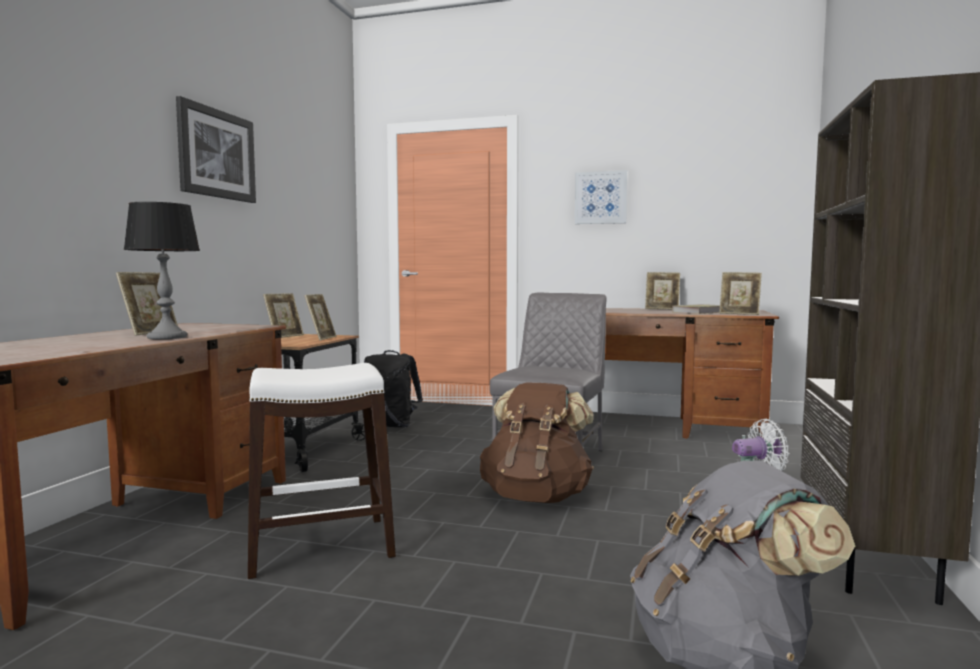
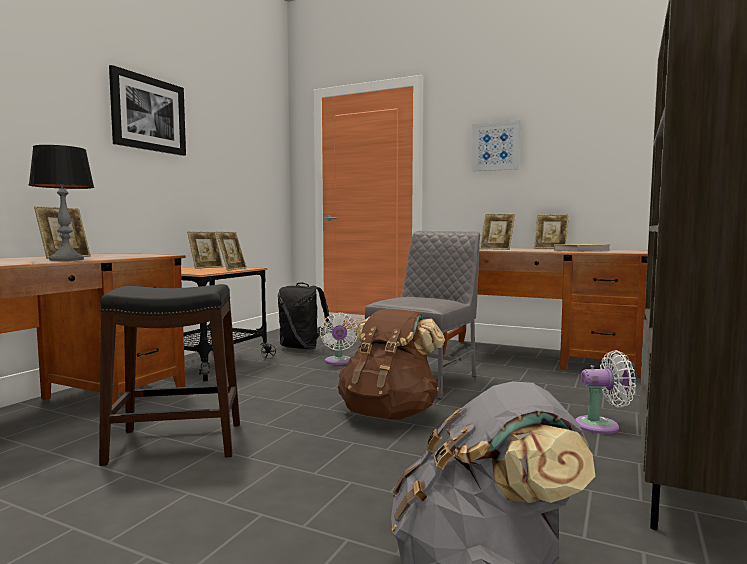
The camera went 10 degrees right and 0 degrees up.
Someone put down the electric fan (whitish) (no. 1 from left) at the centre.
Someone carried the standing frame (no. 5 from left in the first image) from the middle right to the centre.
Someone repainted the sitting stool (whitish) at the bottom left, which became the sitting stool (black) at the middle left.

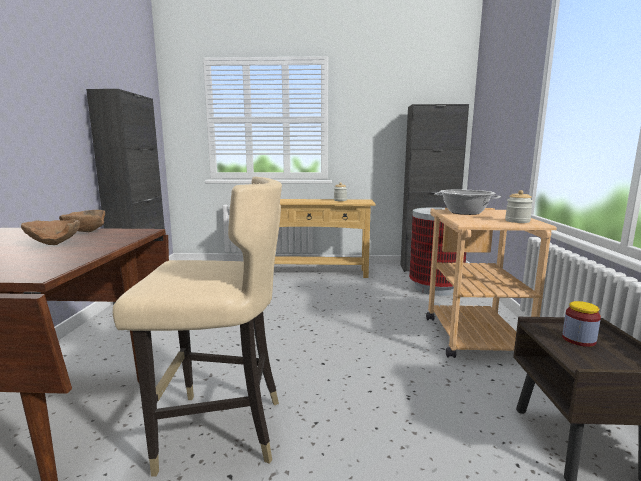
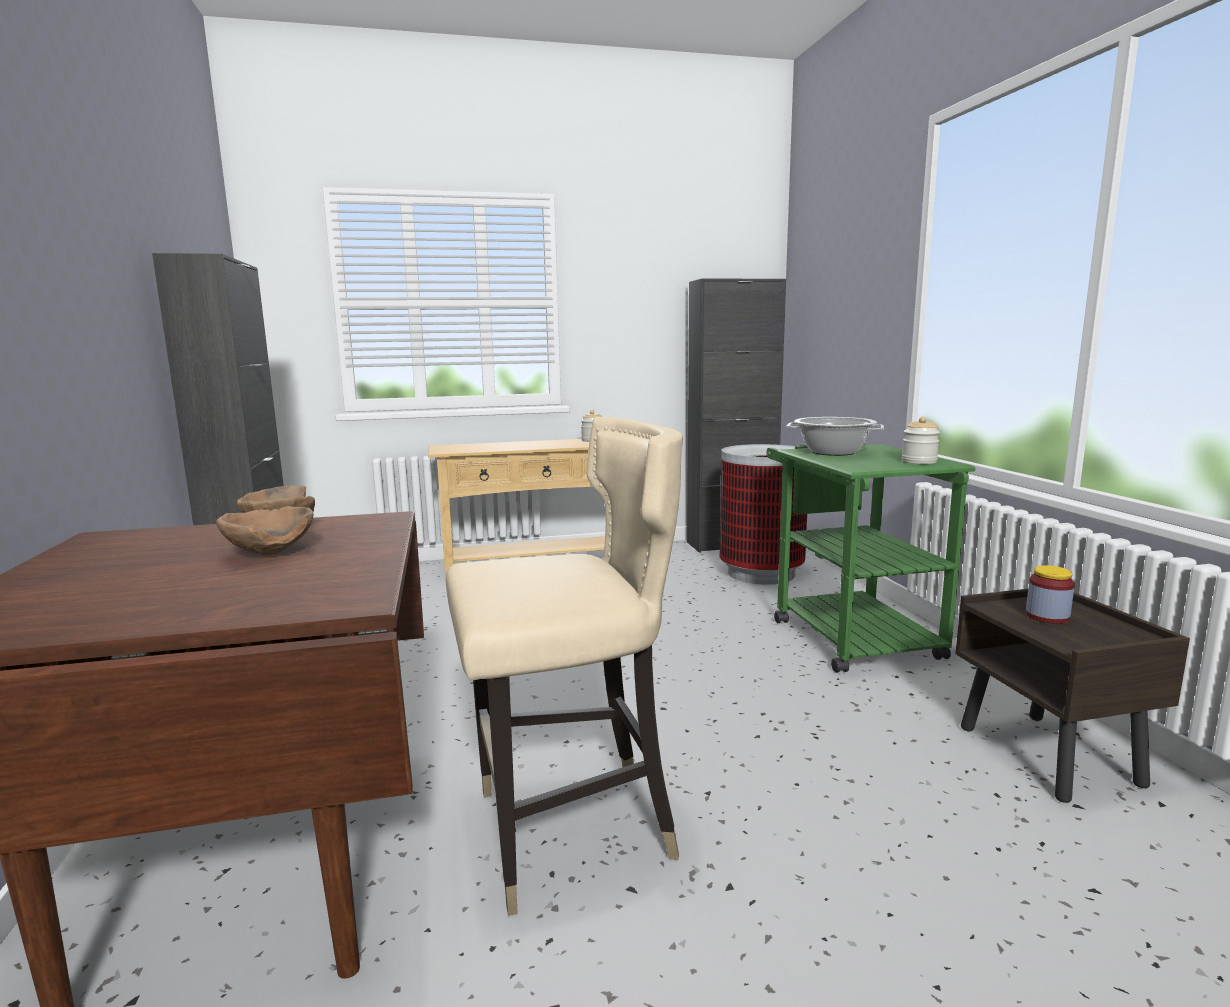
The camera went 15 degrees left and 0 degrees up.
Someone repainted the cart (sand-coloured) at the middle right, which became the cart (green-coloured) at the middle right.

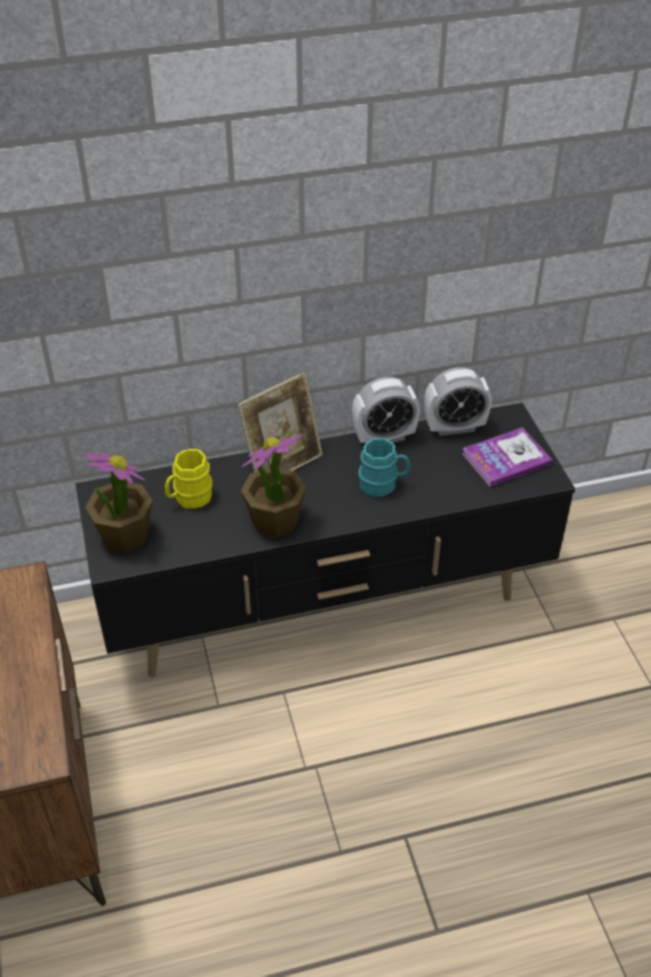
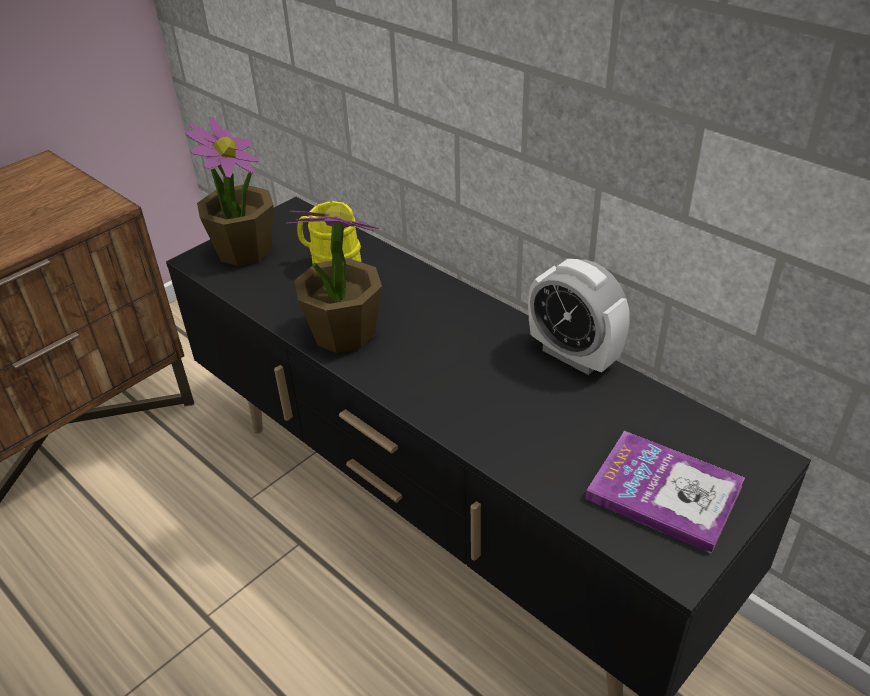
The camera went 60 degrees right and 5 degrees down.
Someone took away the standing frame at the centre.
Someone took away the coffee mug (turquoise) at the centre.
Someone took away the alarm clock (no. 2 from left) at the middle right.

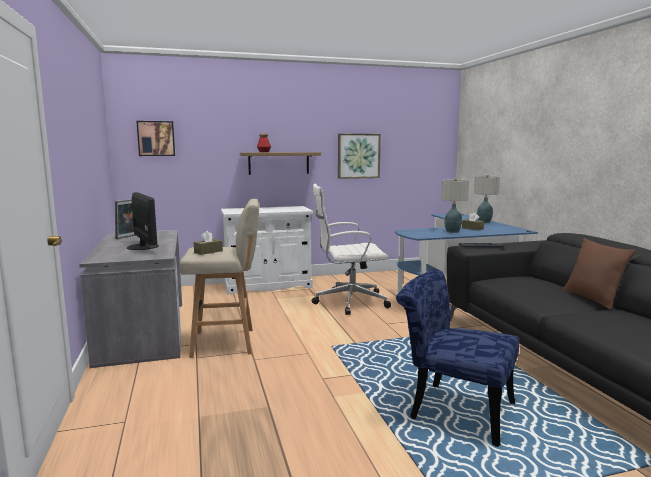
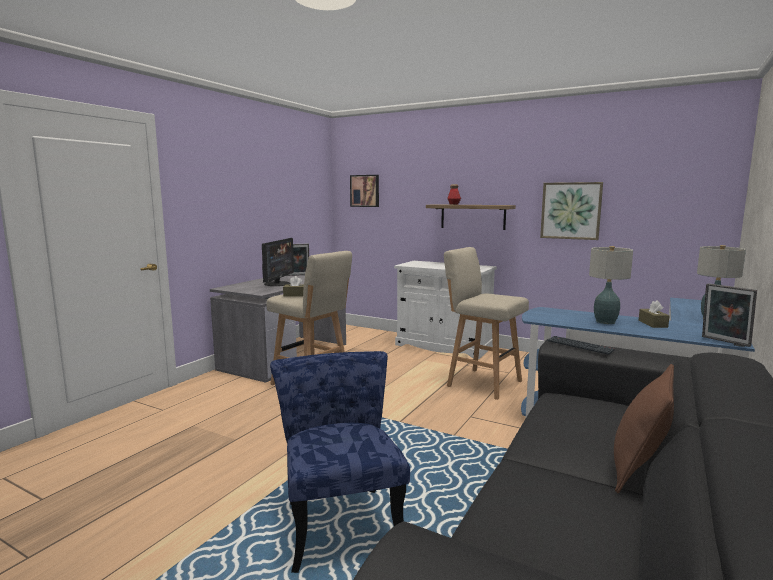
The camera went 45 degrees right and 0 degrees up.
Someone put down the standing frame (no. 2 from left) at the middle right.
Someone swapped the computer chair (whitish) at the centre for the sitting stool (sand-coloured) (no. 2 from left) at the centre.

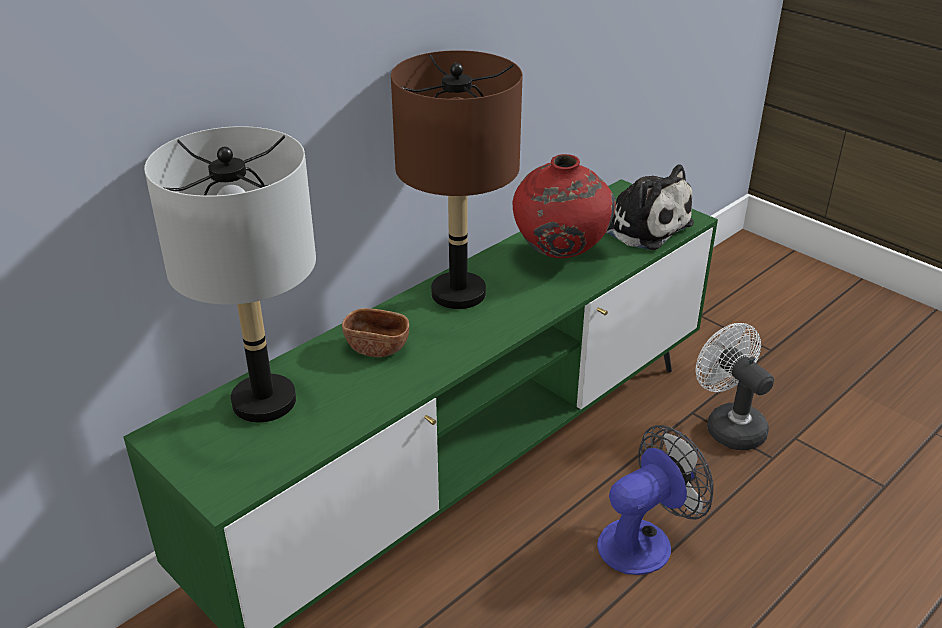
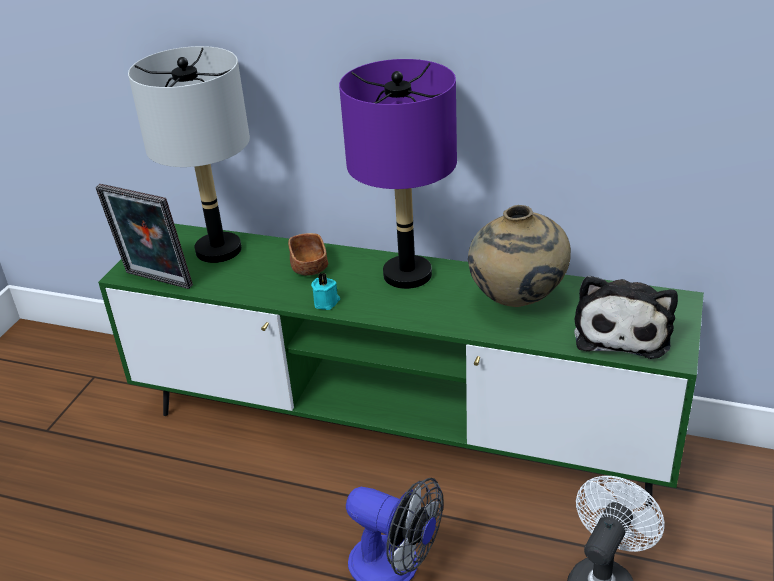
The camera went 65 degrees right and 0 degrees up.
Someone put down the standing frame at the middle left.
Someone put down the wax candle (turquoise) at the centre.
Someone repainted the lamp for a table (brownish) at the top centre, which became the lamp for a table (purplish) at the top centre.
Someone repainted the flower vase (red) at the top centre, which became the flower vase (sand-coloured) at the middle right.

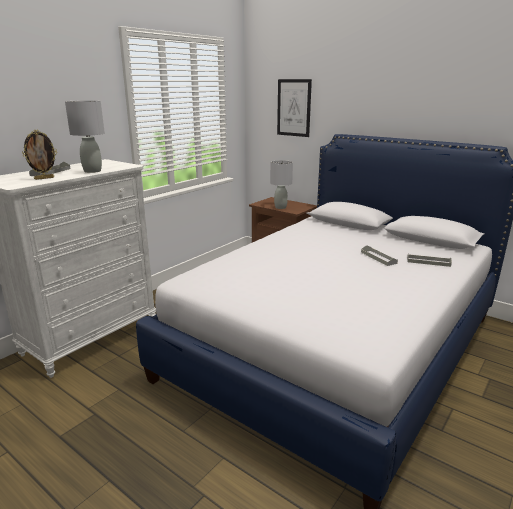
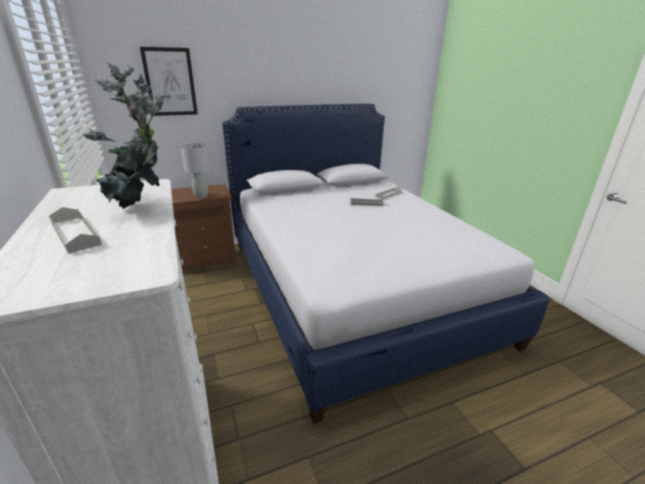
The camera went 60 degrees left and 5 degrees up.
Someone took away the standing frame at the top left.
Someone swapped the lamp for a table (gray) (no. 1 from left) at the top left for the houseplant at the top left.

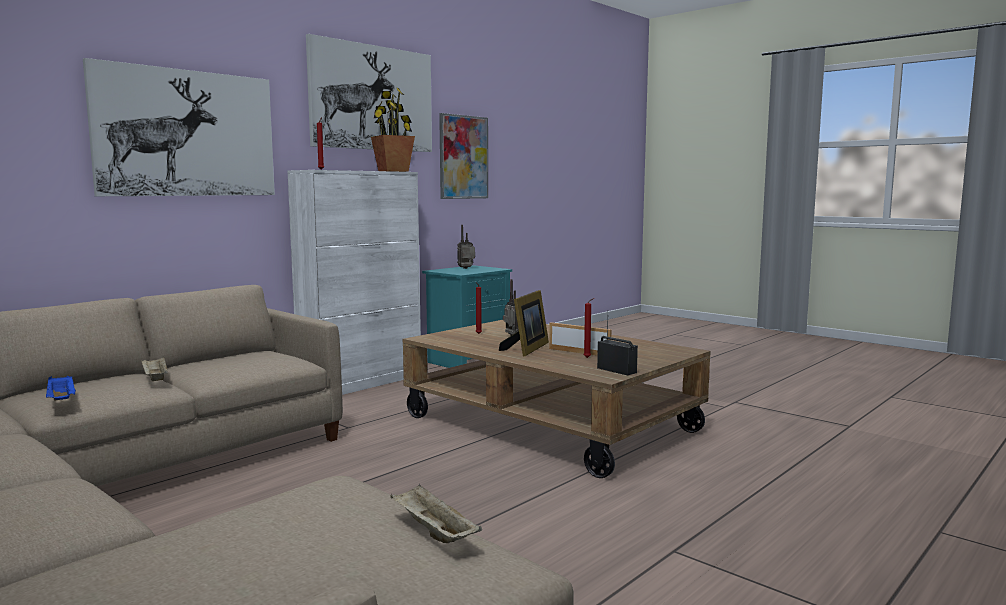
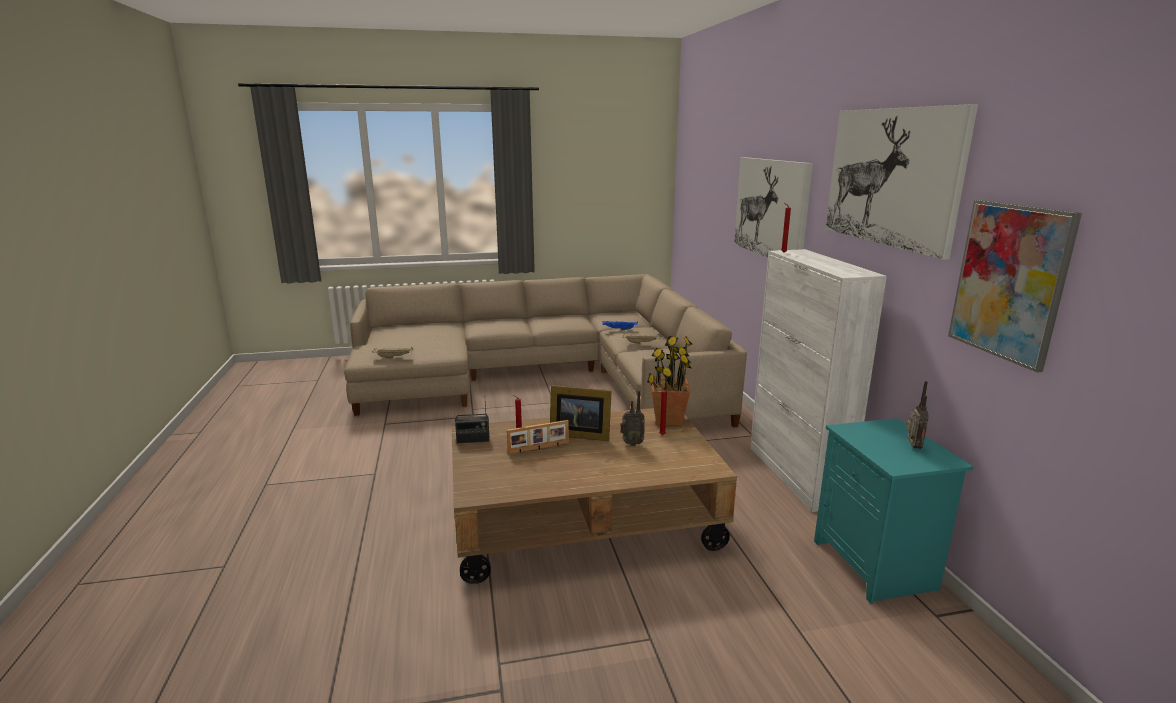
The camera went 125 degrees right and 10 degrees up.
Someone carried the houseplant from the top centre to the centre.
Someone rotated the standing frame (no. 1 from left in the first image) at the centre by 45 degrees counterclockwise.

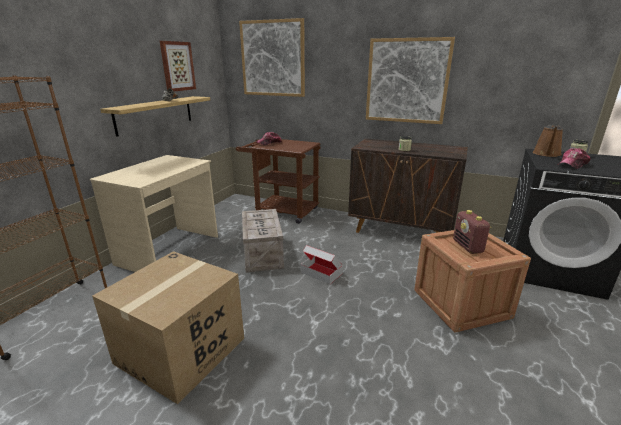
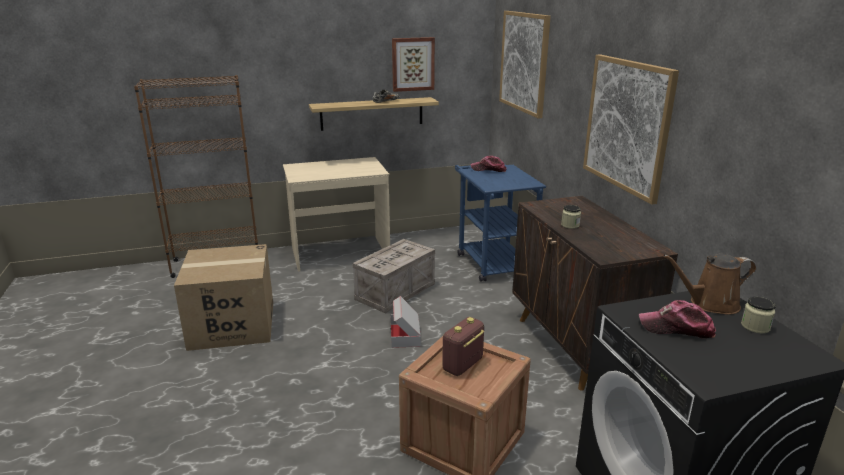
The camera went 50 degrees right and 0 degrees up.
Someone repainted the cart (brownish) at the centre, which became the cart (blue-coloured) at the centre.

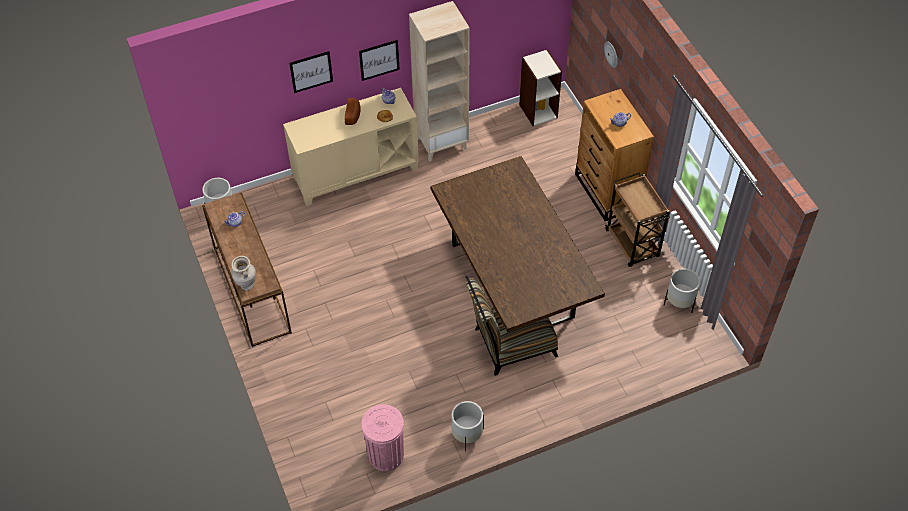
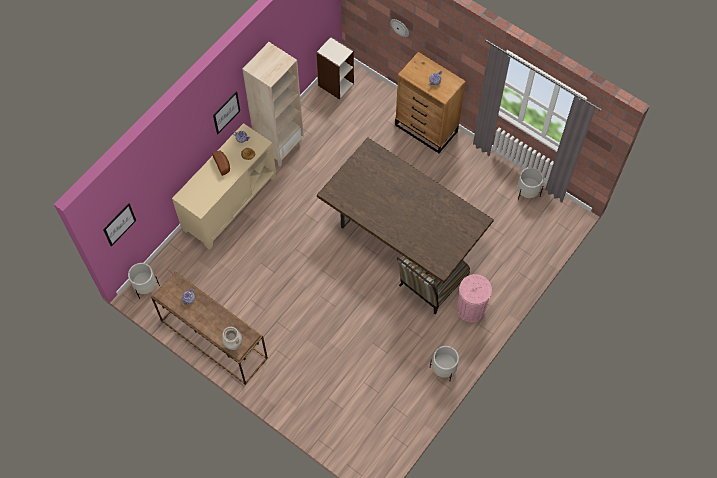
The camera went 30 degrees left and 10 degrees up.
Someone took away the cart (brownish) at the middle right.
Someone carried the wall picture (no. 1 from left) from the top centre to the middle left.
Someone carried the waste bin (pink-coloured) from the bottom centre to the centre.

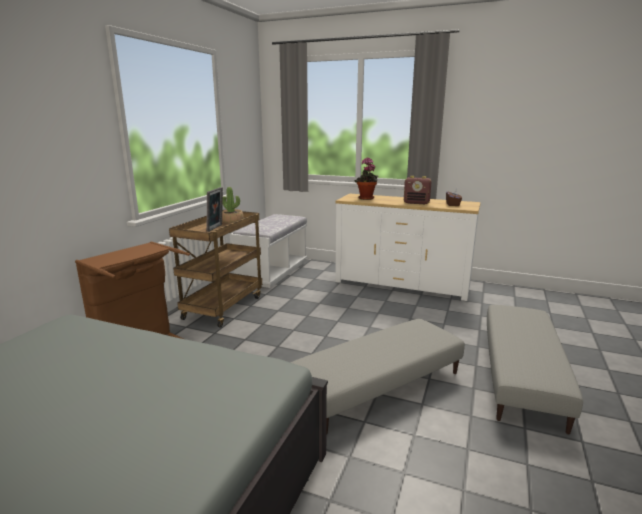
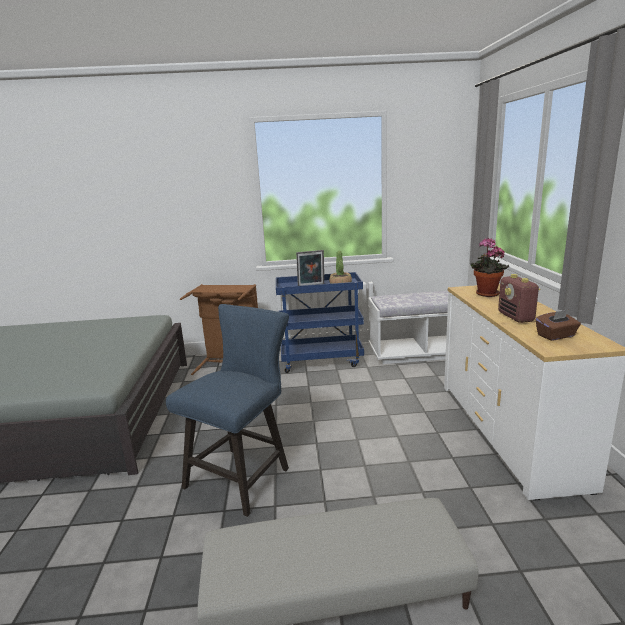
The camera went 65 degrees right and 0 degrees up.
Someone swapped the footrest (gray) (no. 1 from left) at the bottom centre for the plain chair (blue-coloured) at the centre.
Someone repainted the cart (brownish) at the centre, which became the cart (blue-coloured) at the centre.

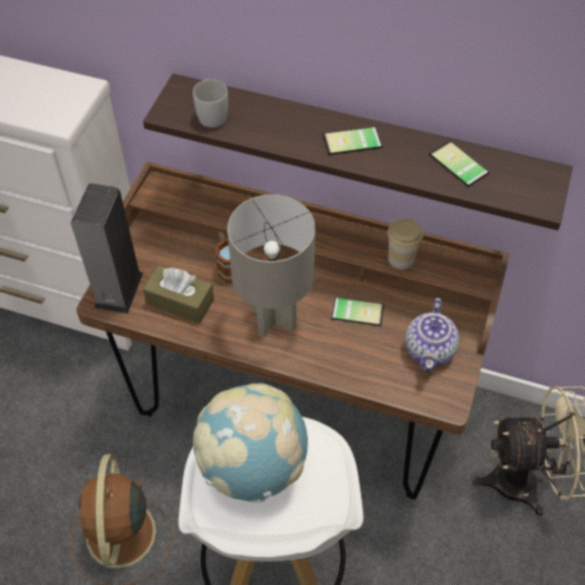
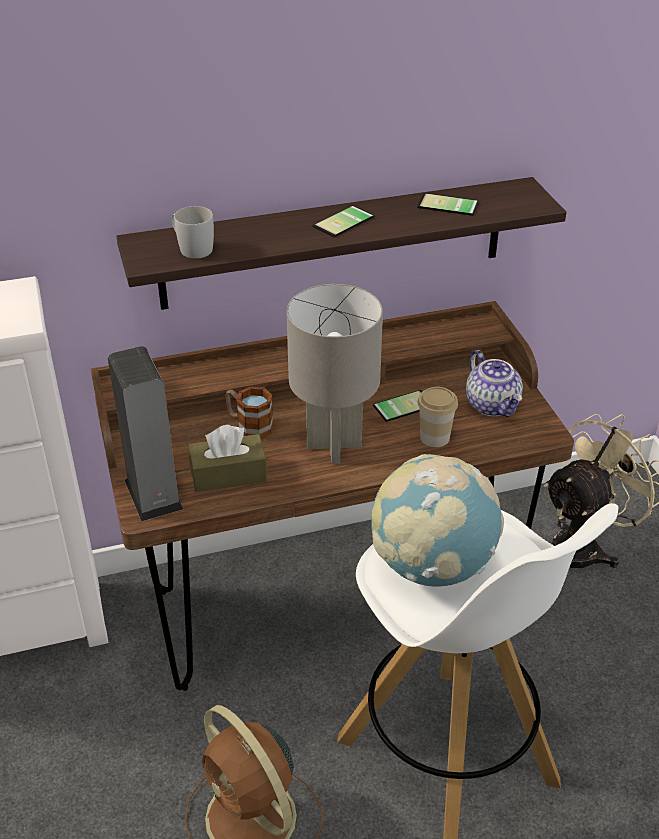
The camera went 35 degrees left and 15 degrees down.
Someone carried the drinking cup from the middle right to the centre.

